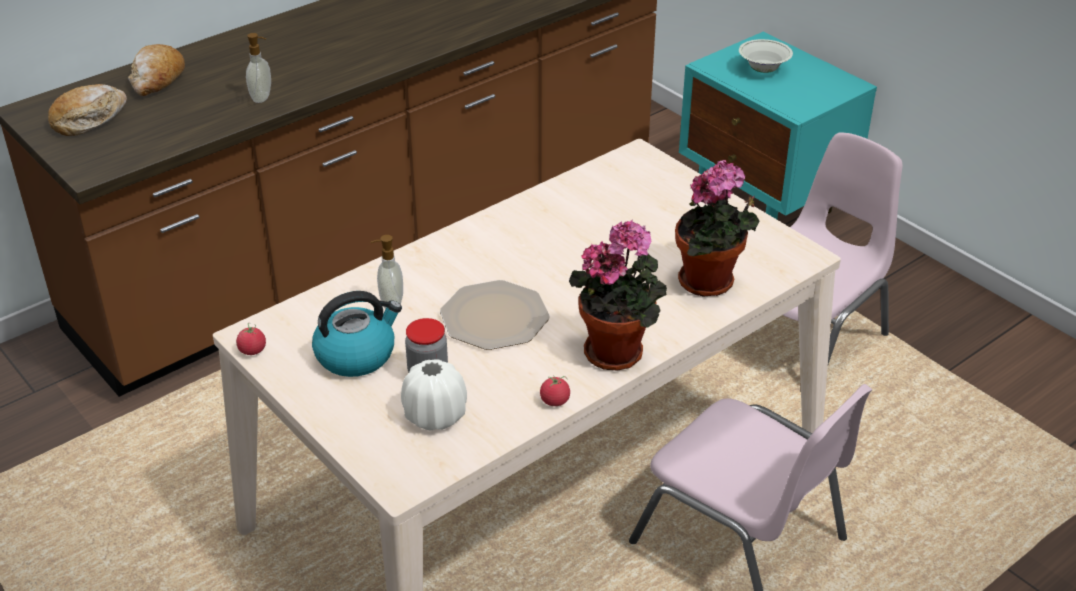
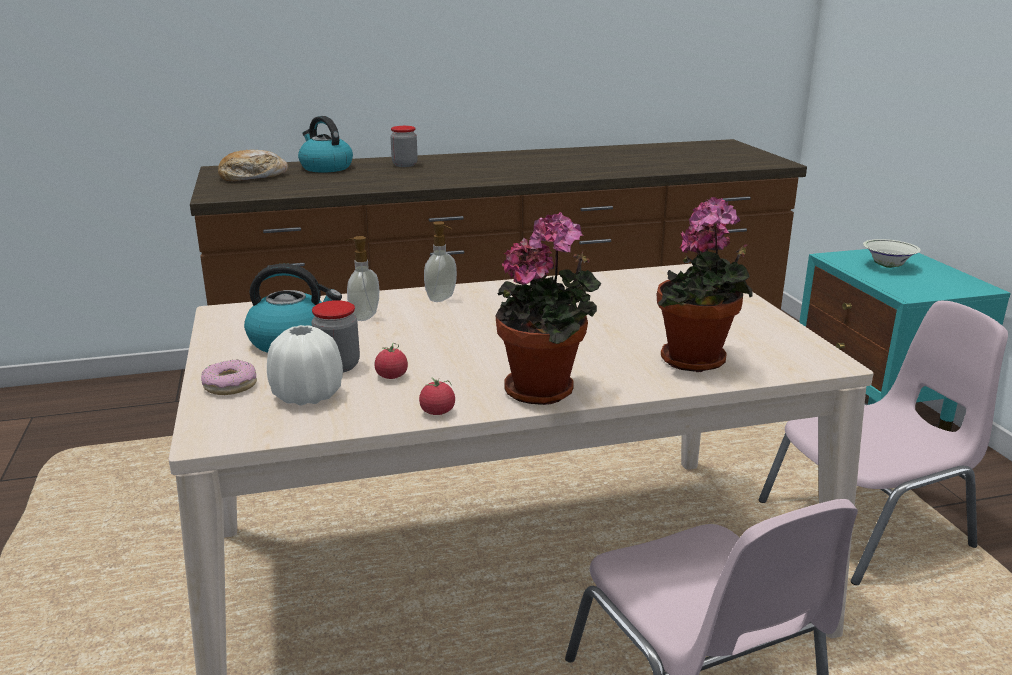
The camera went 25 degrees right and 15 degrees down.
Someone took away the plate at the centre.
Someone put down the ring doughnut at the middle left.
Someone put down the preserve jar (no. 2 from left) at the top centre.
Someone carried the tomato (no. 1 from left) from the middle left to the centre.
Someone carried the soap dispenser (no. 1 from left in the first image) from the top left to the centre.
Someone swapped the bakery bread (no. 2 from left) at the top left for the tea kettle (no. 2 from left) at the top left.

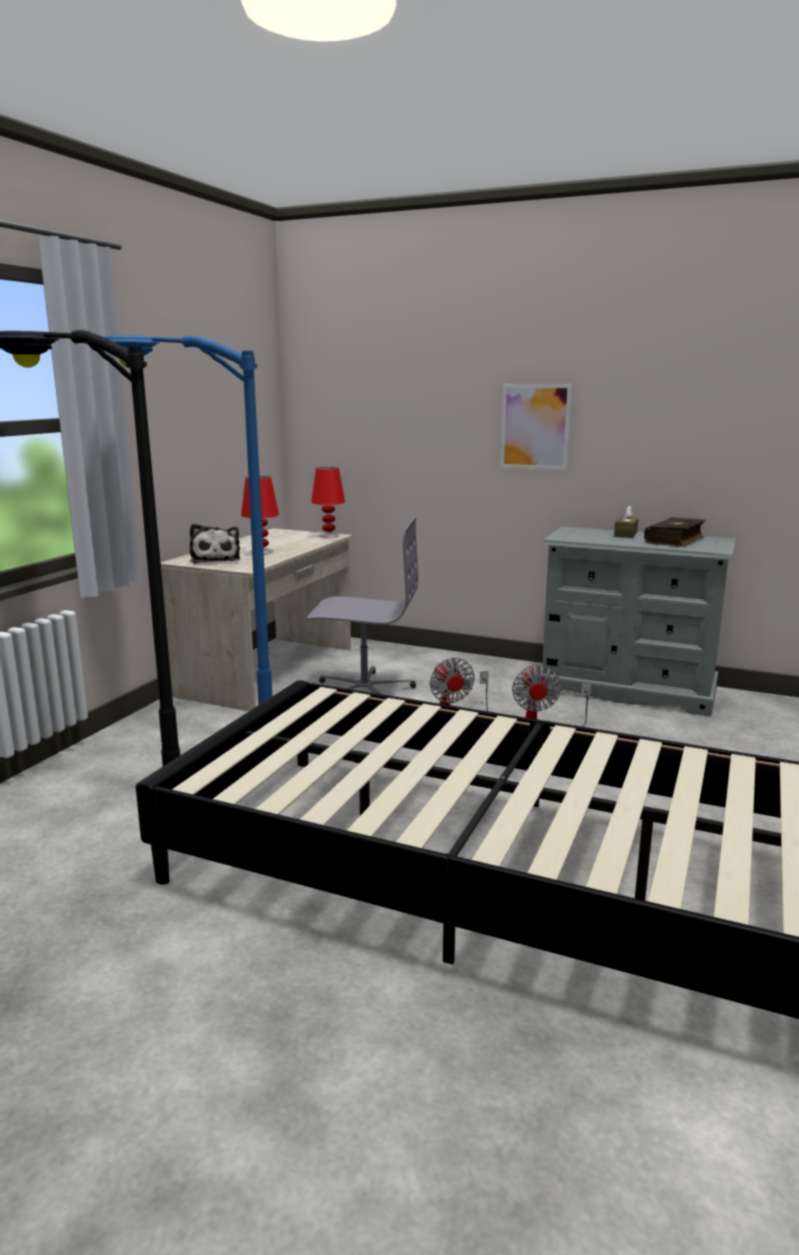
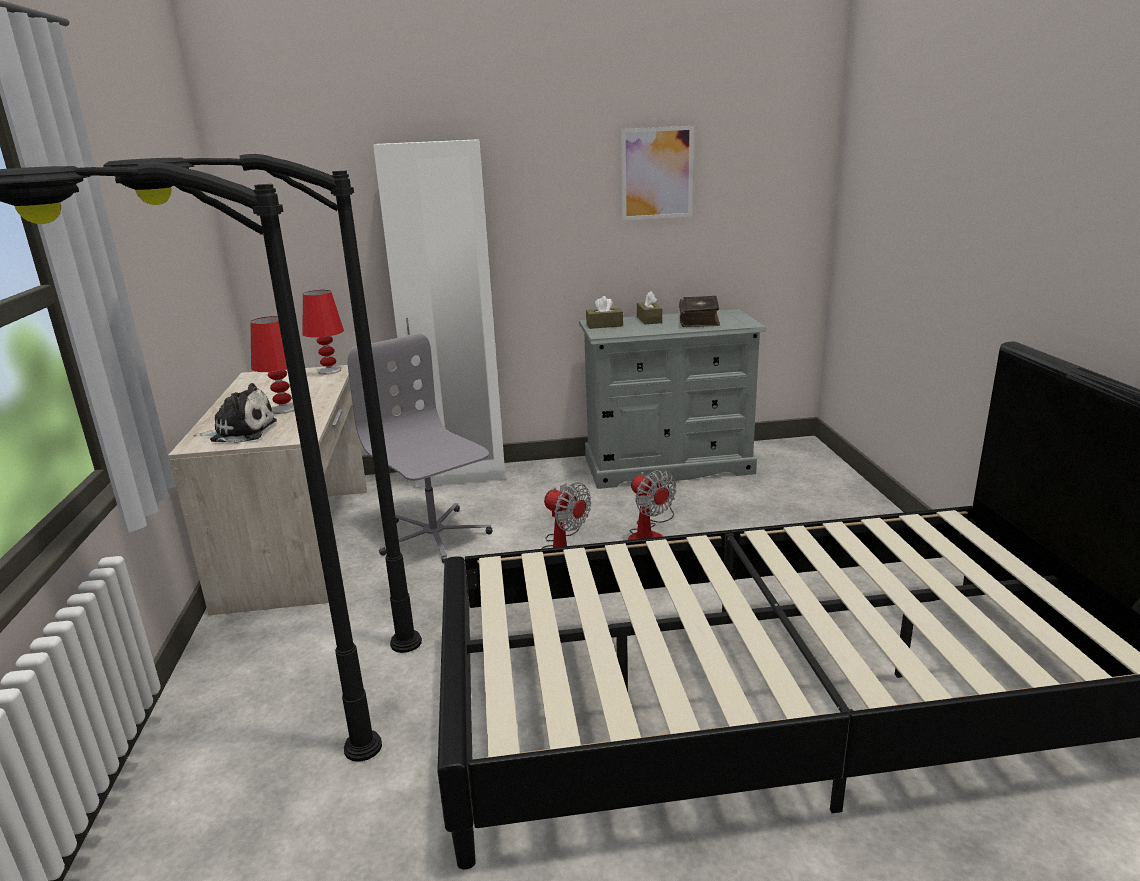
The camera went 30 degrees left and 5 degrees up.
Someone put down the clothes cupboard (whitish) at the centre.
Someone put down the tissue holder (brownish) (no. 1 from left) at the centre.
Someone carried the wall picture from the middle right to the top centre.
Someone repainted the standing lamp (blue-coloured) at the middle left, which became the standing lamp (black) (no. 2 from left) at the middle left.
Someone rotated the plush toy at the middle left by 45 degrees counterclockwise.
Someone rotated the computer chair (gray) at the centre by 105 degrees counterclockwise.

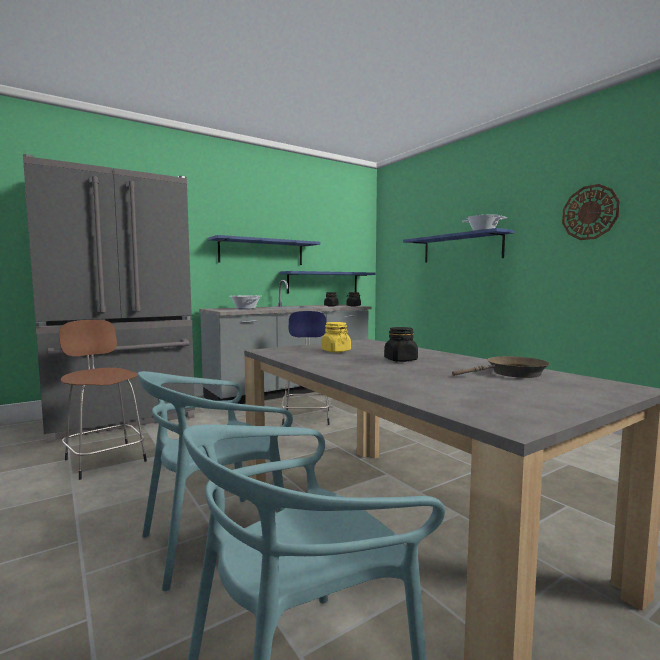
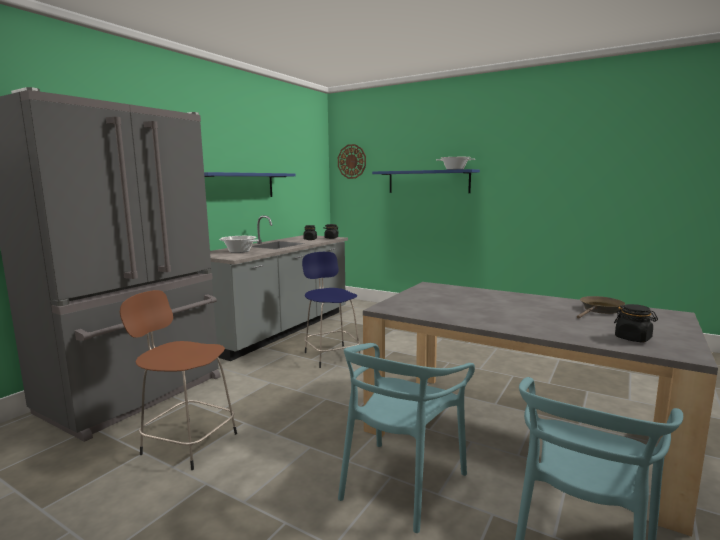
The camera went 25 degrees left and 5 degrees up.
Someone took away the shelf (blue-coloured) (no. 2 from left) at the centre.
Someone took away the preserve jar (yellowish) at the centre.
Someone carried the preserve jar (black) (no. 3 from left) from the centre to the middle right.
Someone carried the clock on the wall from the top right to the top centre.

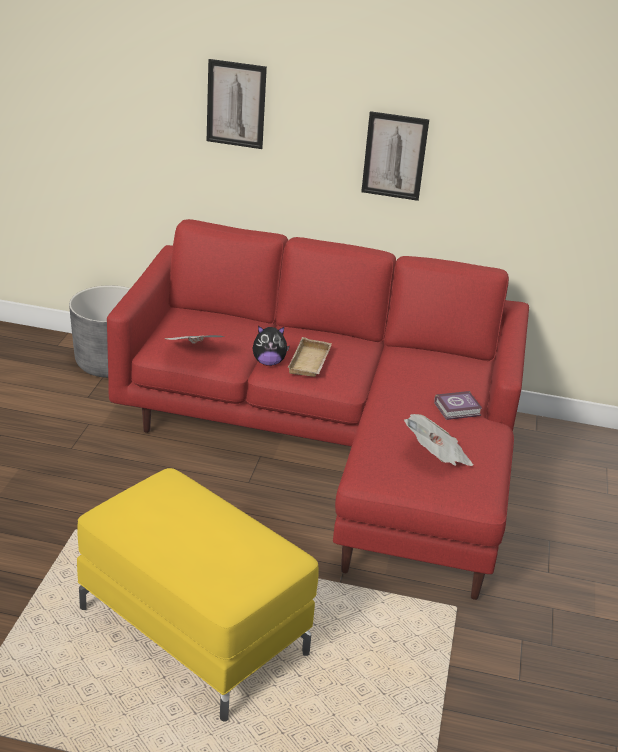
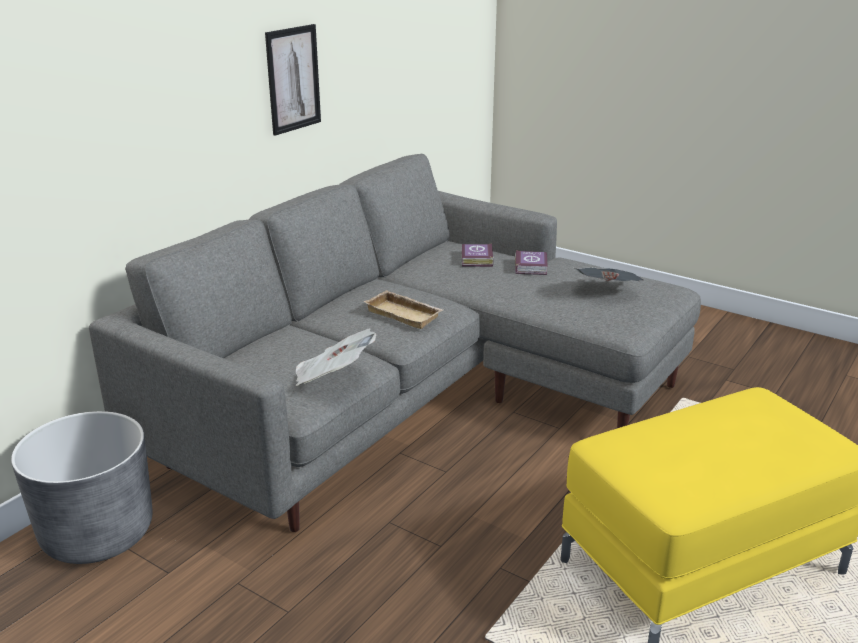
The camera went 65 degrees left and 5 degrees down.
Someone took away the wall picture (no. 1 from left) at the top centre.
Someone took away the plush toy at the centre.
Someone put down the bound book (no. 1 from left) at the centre.
Someone repainted the couch (red) at the centre, which became the couch (gray) at the centre.

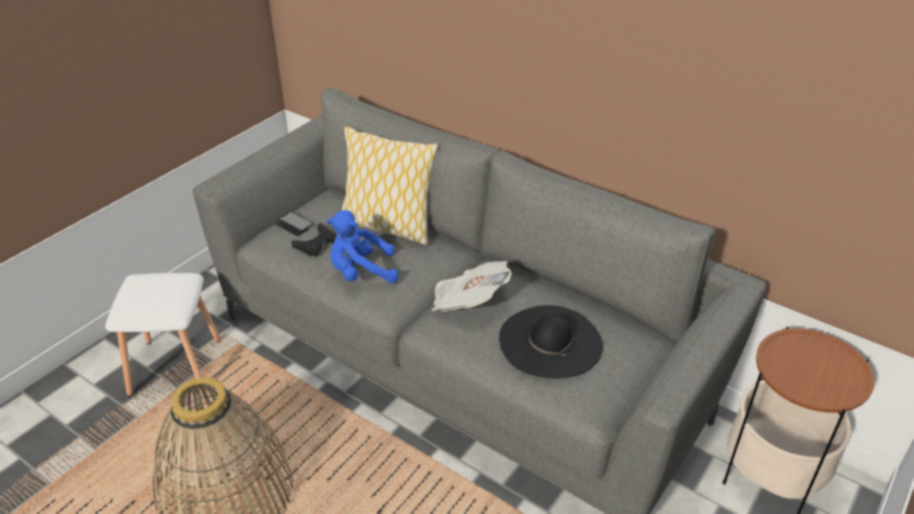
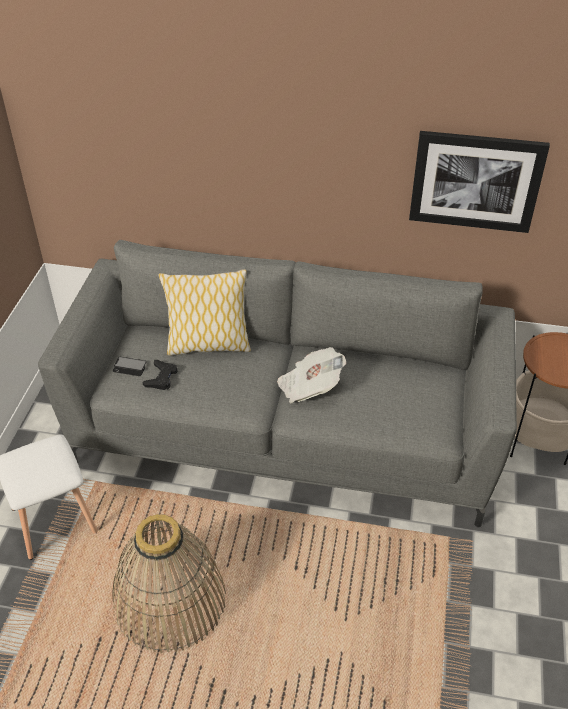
The camera went 25 degrees left and 5 degrees up.
Someone took away the plush toy (blue-coloured) at the centre.
Someone took away the clothing hat (black) at the centre.
Someone put up the wall picture at the top right.

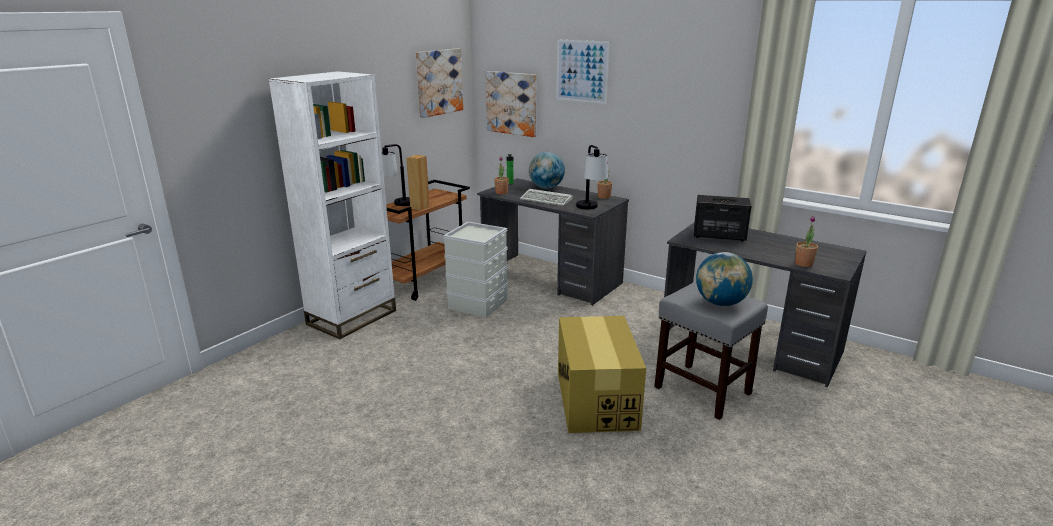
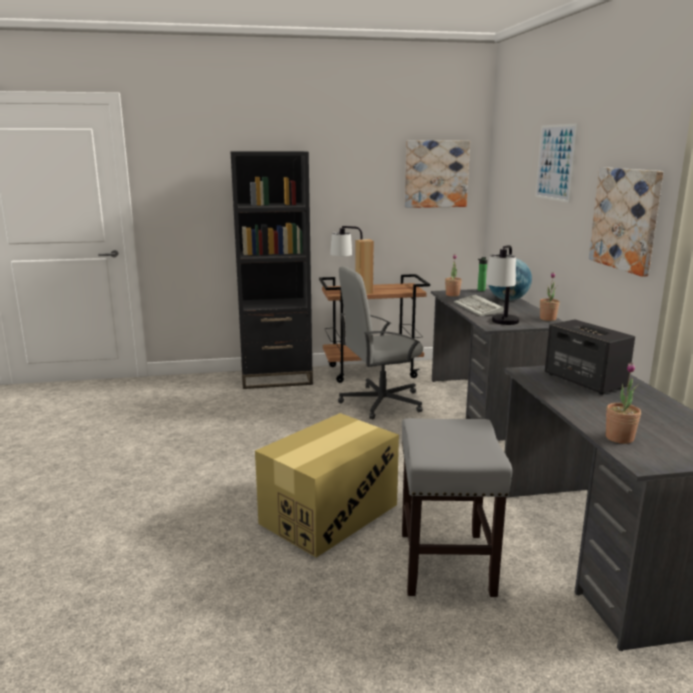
The camera went 45 degrees right and 5 degrees down.
Someone took away the desk globe (no. 2 from left) at the middle right.
Someone carried the wall picture (no. 2 from left in the first image) from the top centre to the top right.
Someone swapped the storage container (gray) at the centre for the computer chair (gray) at the centre.
Someone repainted the bookshelf (whitish) at the middle left, which became the bookshelf (black) at the centre.

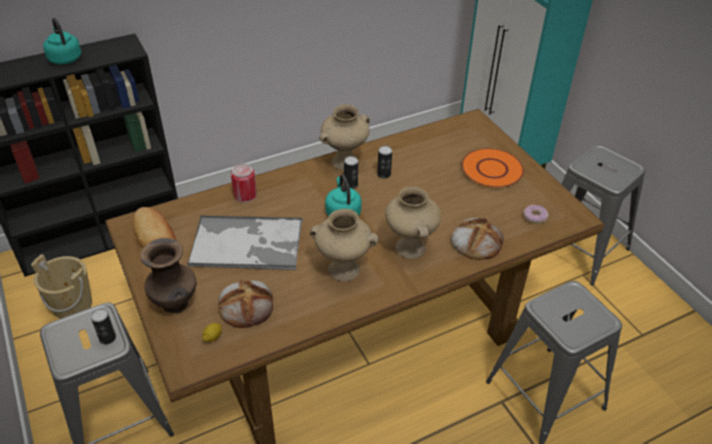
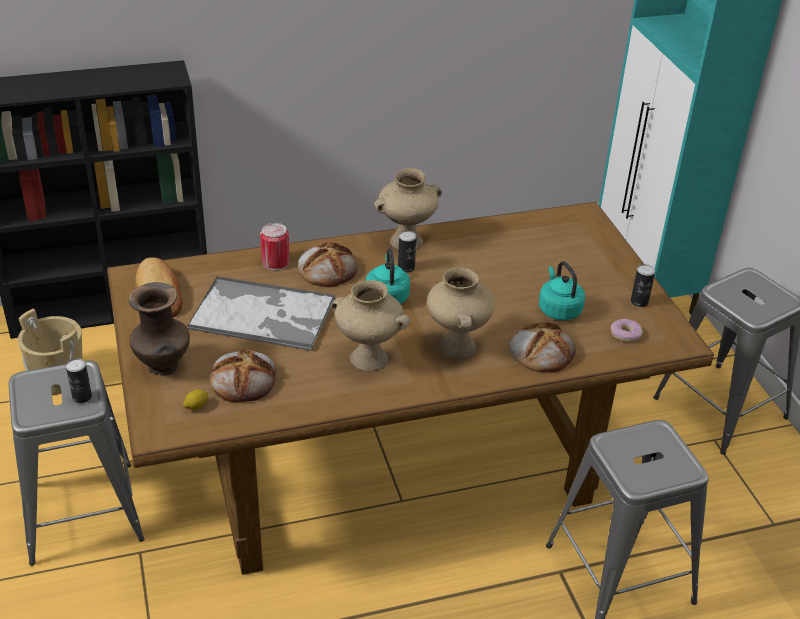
The camera went 10 degrees right and 5 degrees down.
Someone took away the plate (orange) at the middle right.
Someone put down the bakery bread (no. 3 from left) at the centre.
Someone carried the tea kettle (turquoise) (no. 1 from left in the first image) from the top left to the middle right.
Someone carried the can (no. 4 from left) from the centre to the middle right.

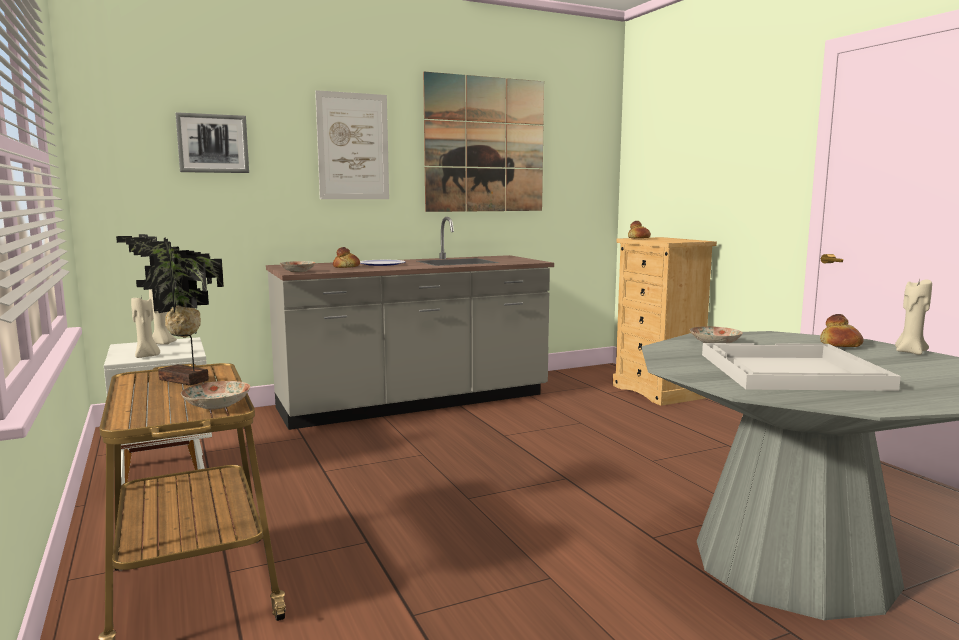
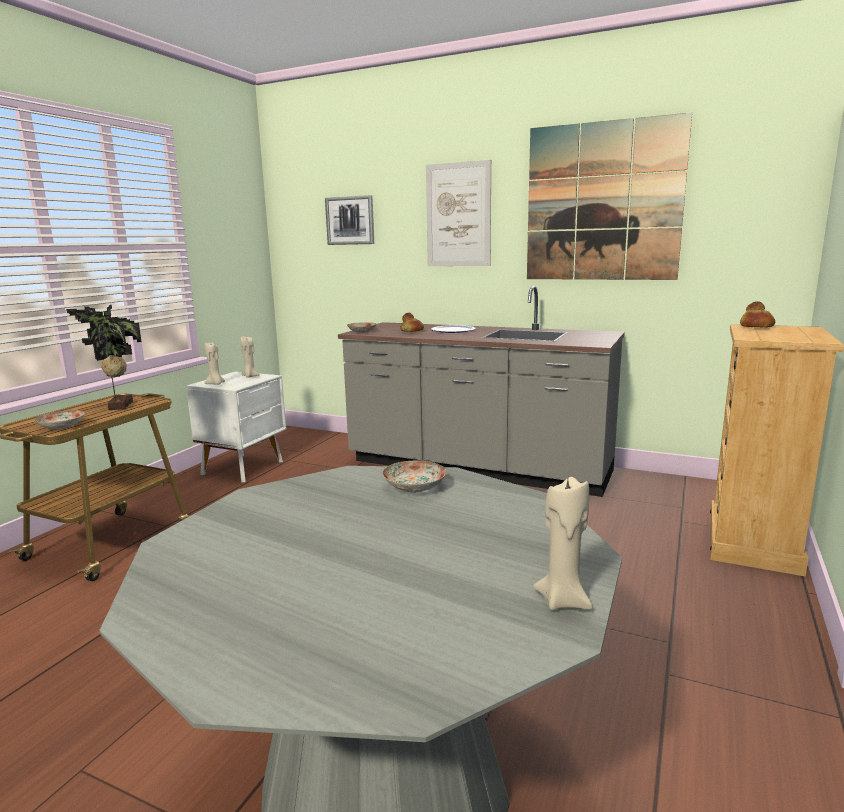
The camera went 50 degrees right and 5 degrees up.
Someone took away the tray (whitish) at the middle right.
Someone took away the bakery bread (no. 3 from left) at the middle right.

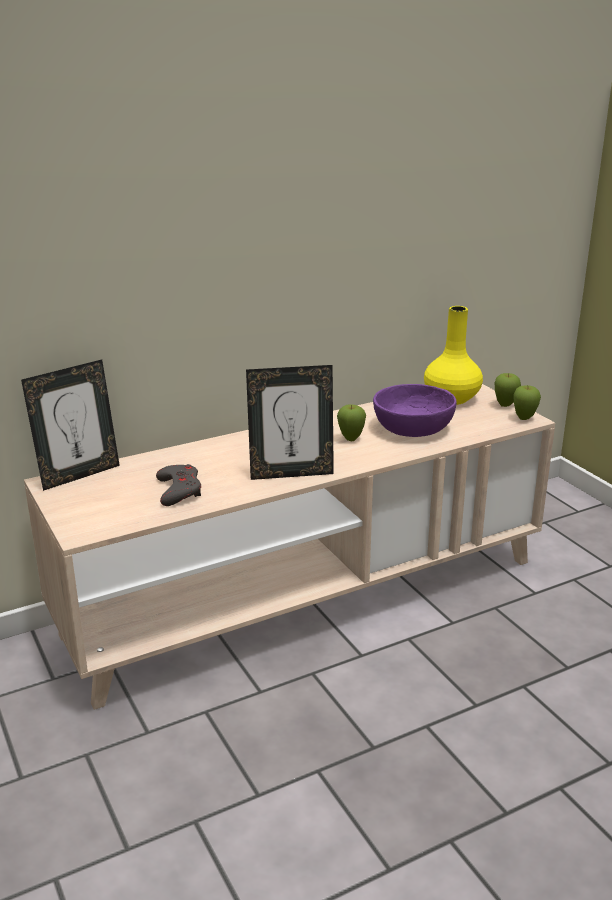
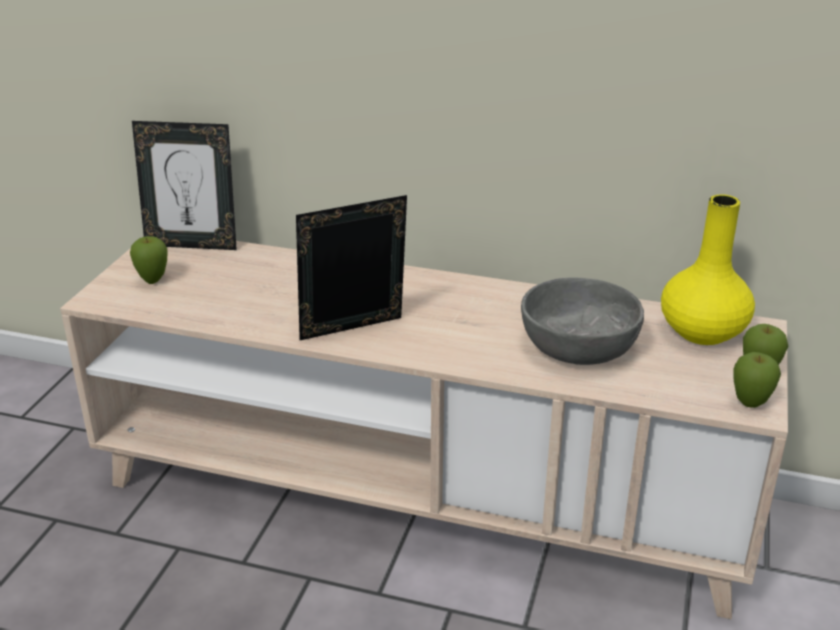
The camera went 45 degrees right and 5 degrees up.
Someone took away the game controller (gray) at the middle left.
Someone carried the apple (no. 1 from left) from the centre to the middle left.
Someone repainted the serving bowl (purplish) at the middle right, which became the serving bowl (gray) at the middle right.
Someone rotated the standing frame (no. 2 from left) at the centre by 120 degrees clockwise.

